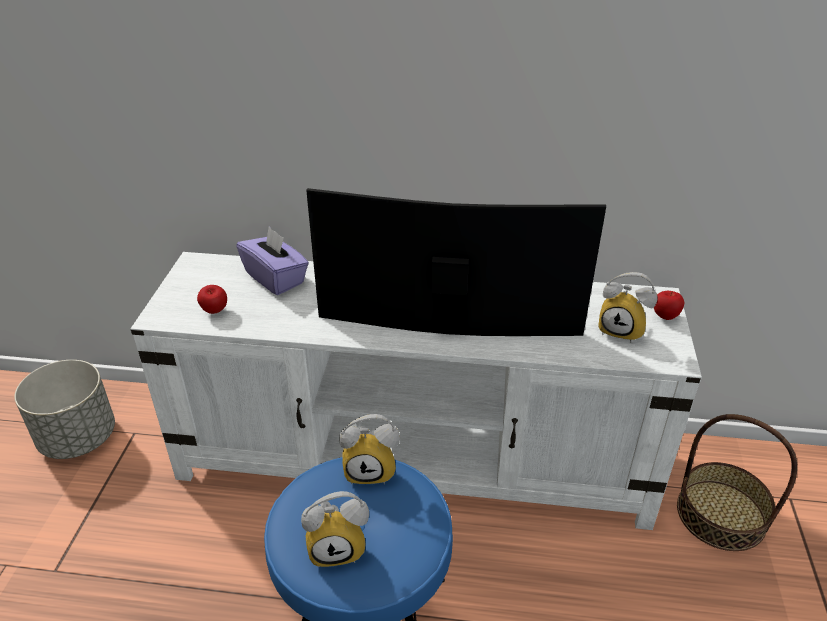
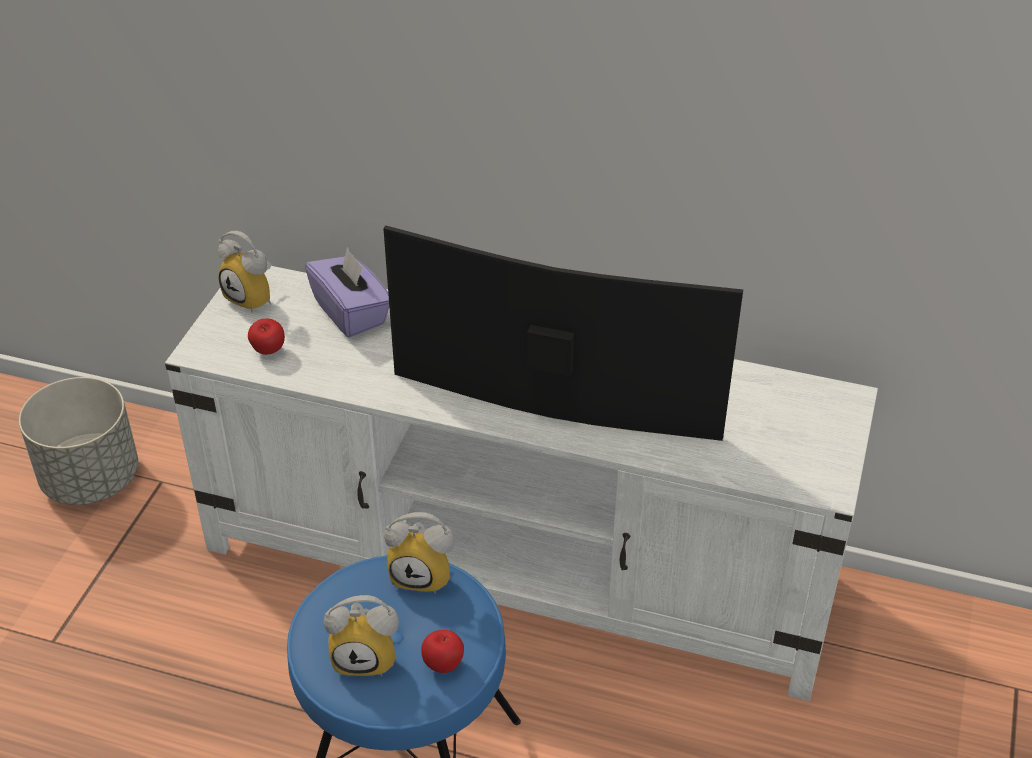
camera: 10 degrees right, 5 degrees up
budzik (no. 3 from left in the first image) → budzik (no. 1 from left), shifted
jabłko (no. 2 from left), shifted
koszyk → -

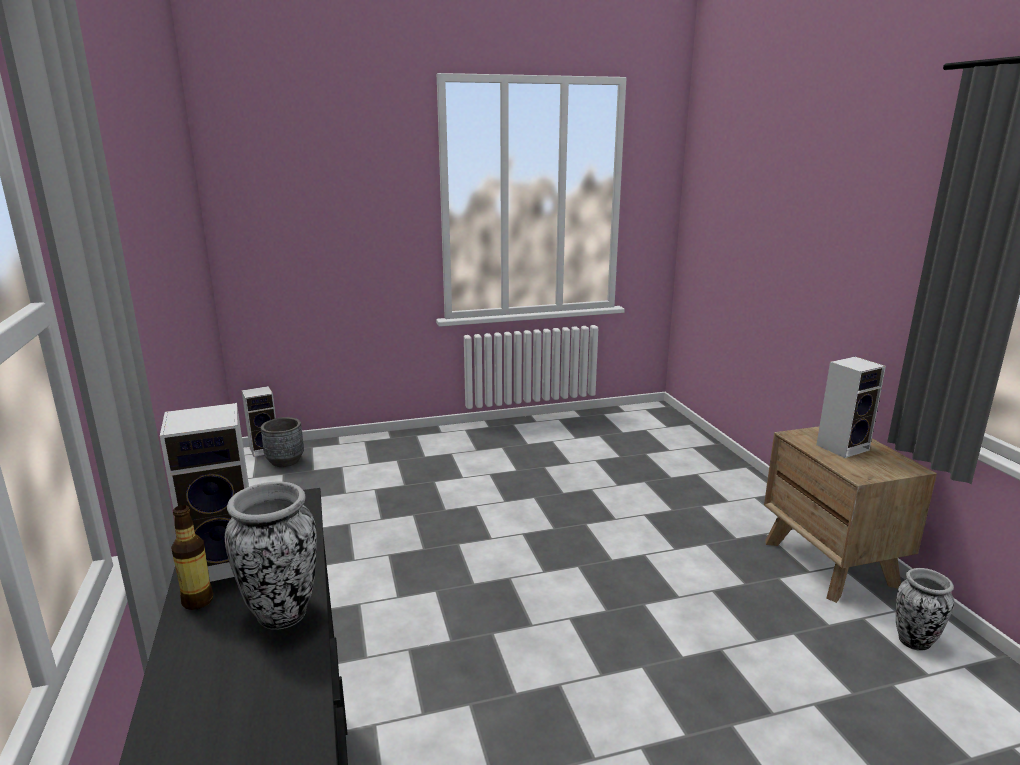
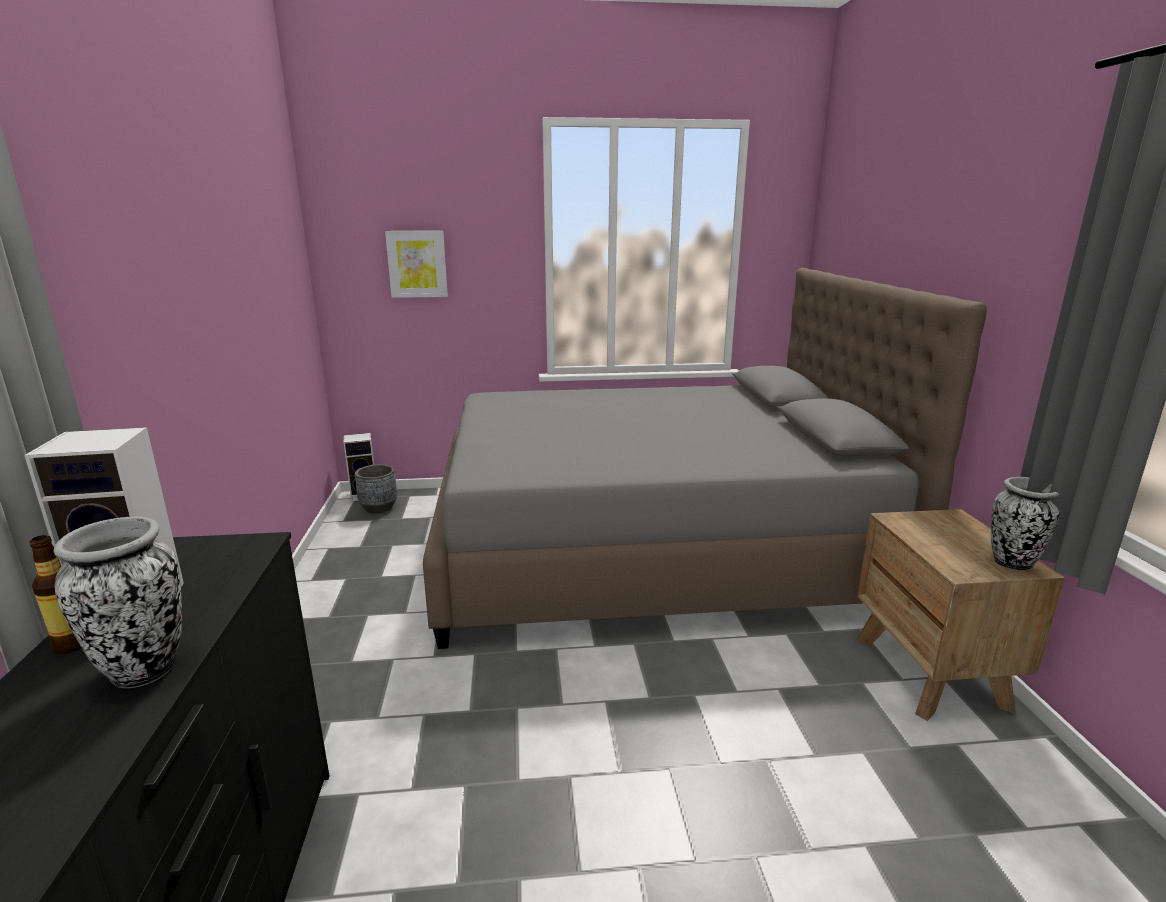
camera: 10 degrees right, 0 degrees up
głośnik (no. 3 from left) → -
wazon (no. 2 from left), shifted
- → obraz
- → łóżko (szary)

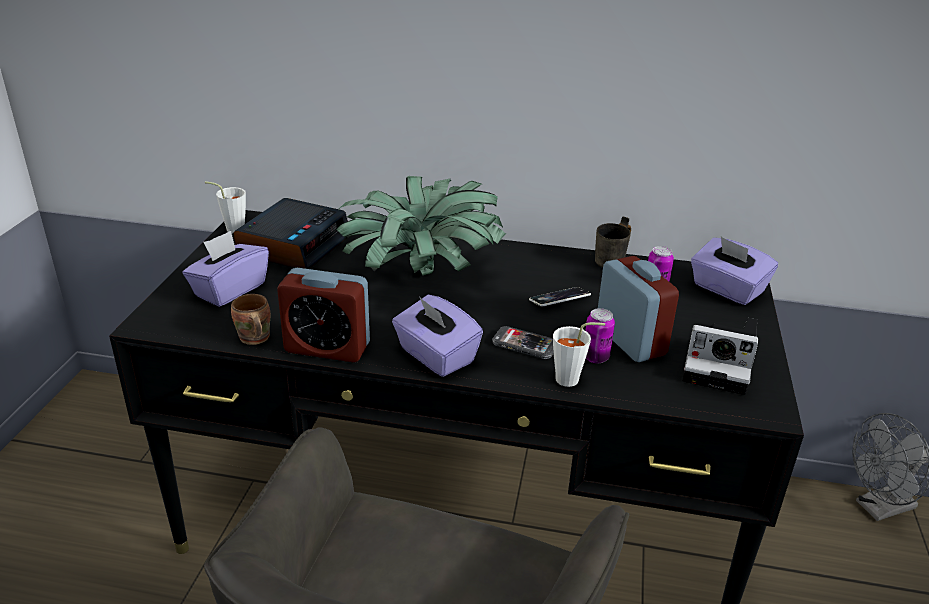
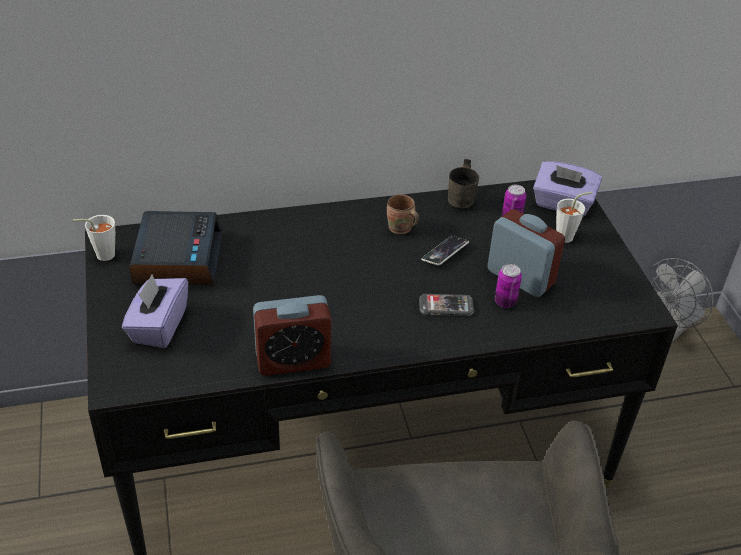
camera: 25 degrees left, 10 degrees up
kubek (brązowy), shifted
roślina doniczkowa → -
pudełko chusteczek (fioletowy) (no. 2 from left) → -
filiżanka (biały) (no. 2 from left), shifted
aparat fotograficzny → -

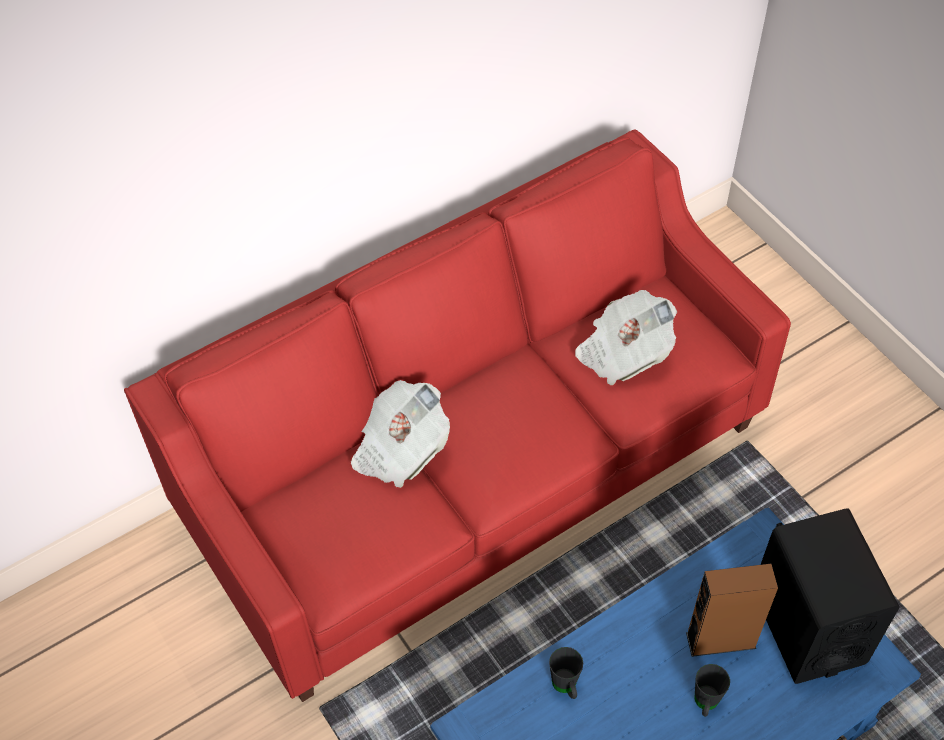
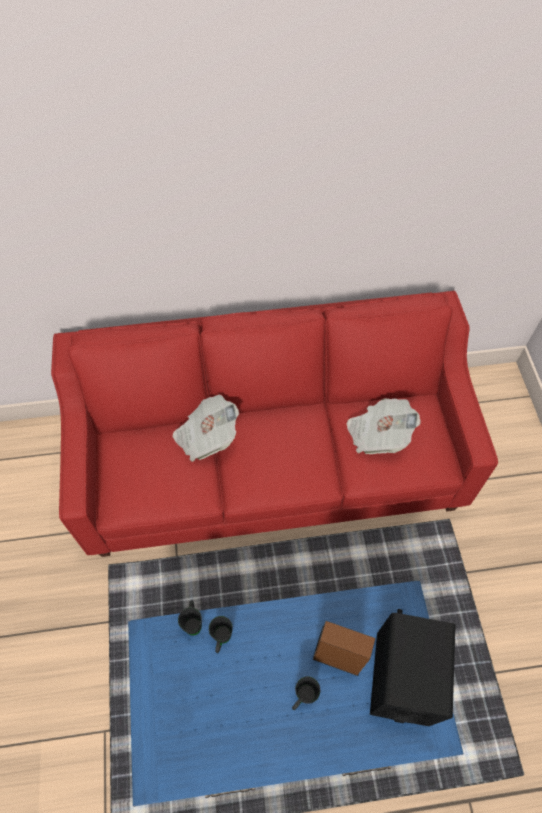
camera: 25 degrees right, 5 degrees up
- → kubek (czarny) (no. 1 from left)

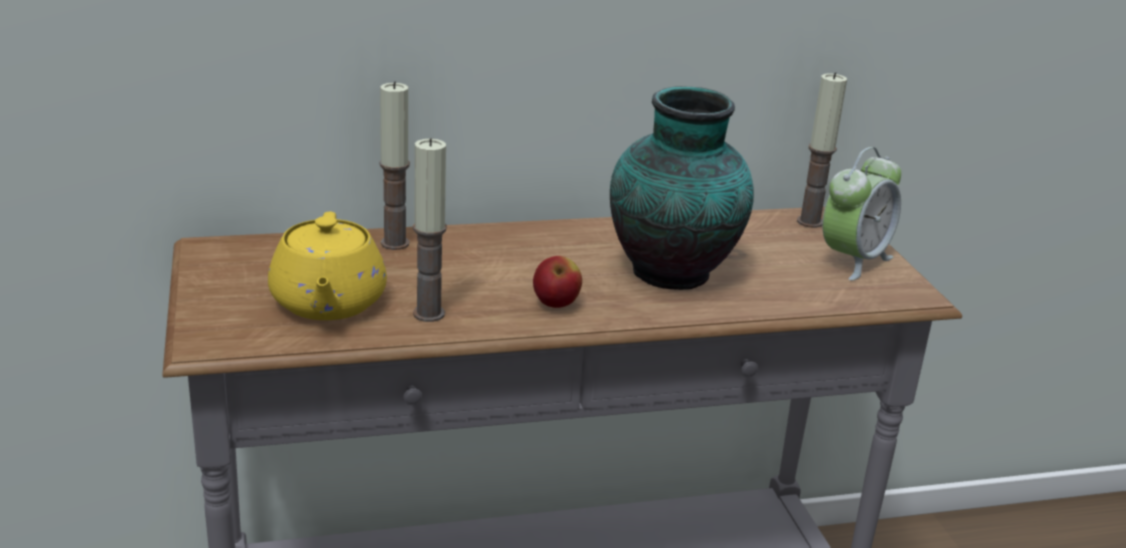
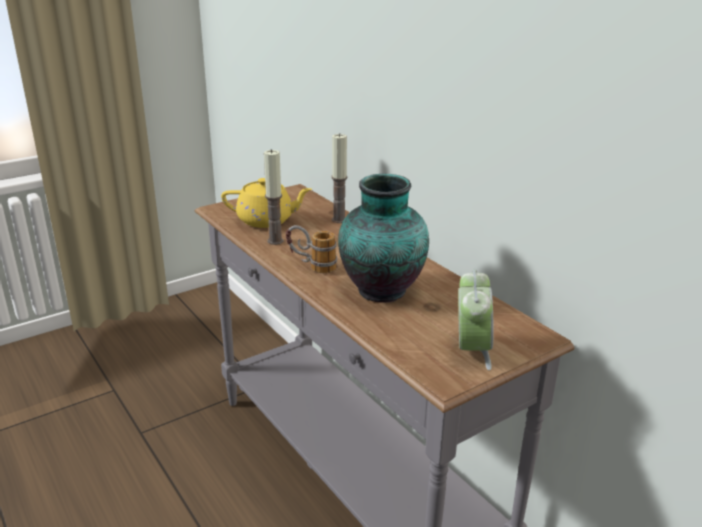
camera: 70 degrees right, 0 degrees up
imbryk (żółty), 150 degrees counterclockwise
jabłko → kubek
świeca (no. 3 from left) → -
budzik, 105 degrees counterclockwise

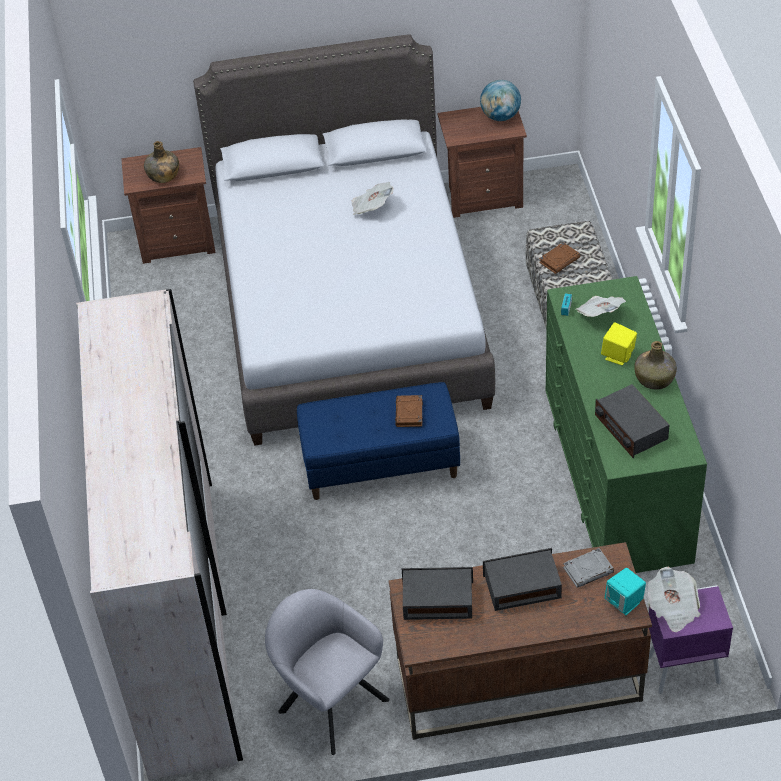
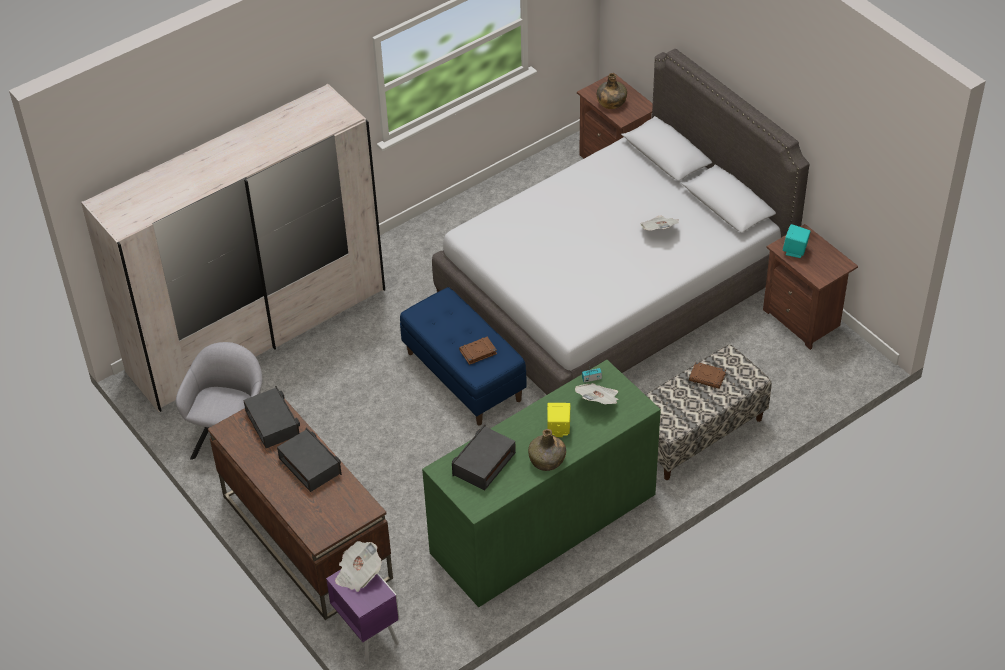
camera: 60 degrees right, 0 degrees up
globus → -
książka (szary) → -
głośnik (turkusowy), shifted

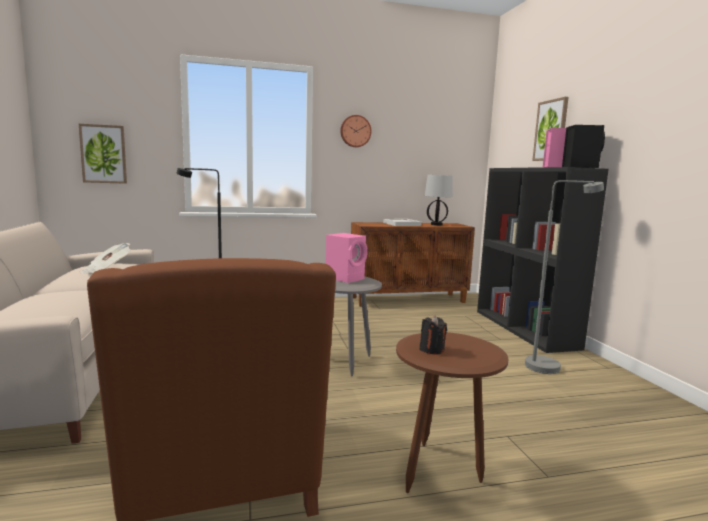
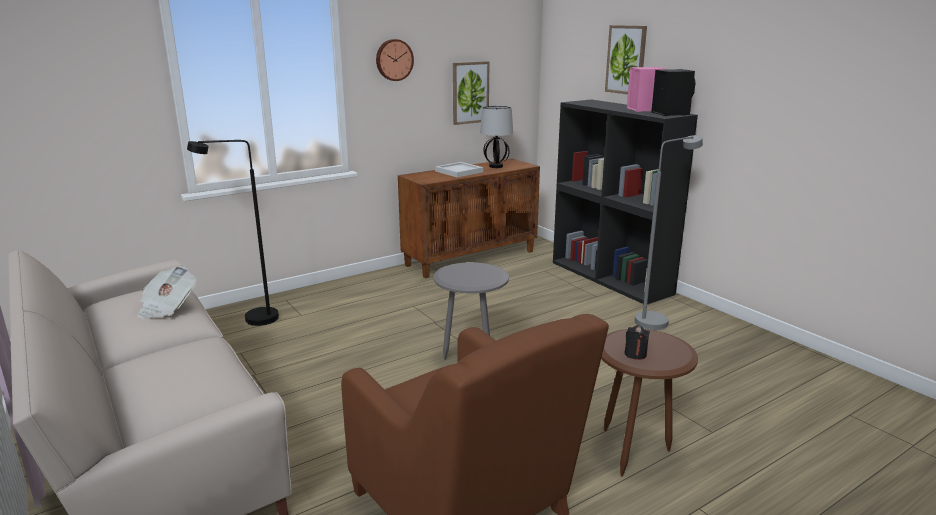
camera: 20 degrees left, 10 degrees up
obraz (no. 1 from left), shifted
głośnik (różowy) (no. 1 from left) → -

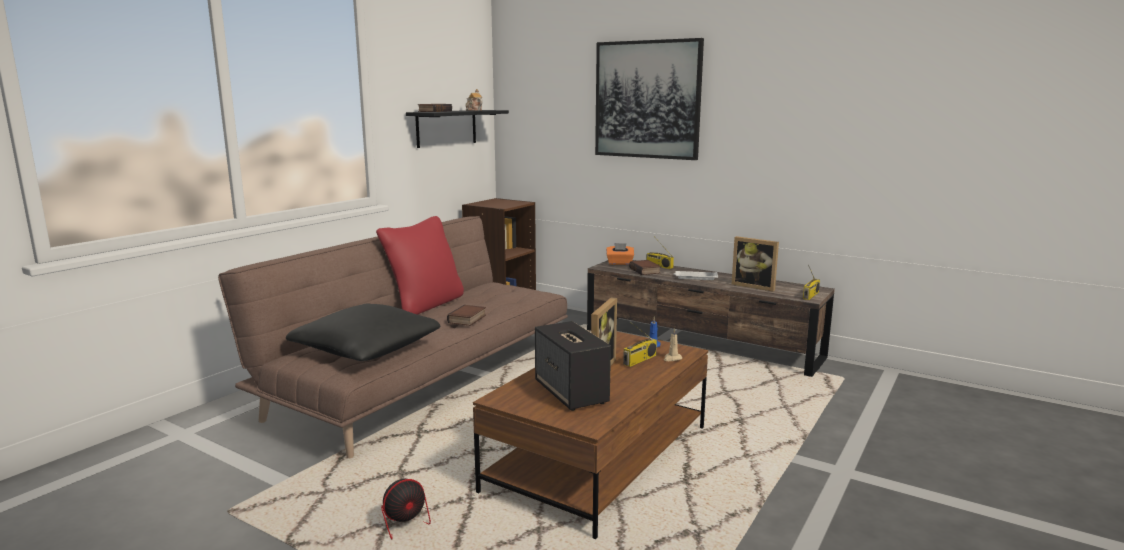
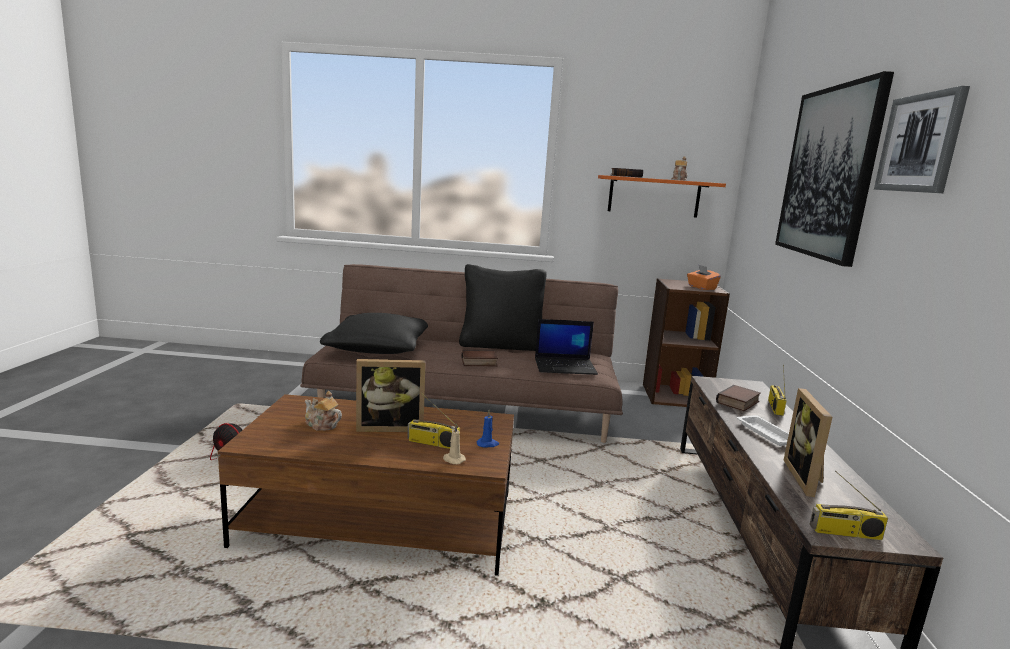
camera: 60 degrees right, 0 degrees up
poduszka (czerwony) → poduszka (czarny) (no. 2 from left)
półka (czarny) → półka (pomarańczowy)
głośnik → imbryk (no. 1 from left)
pudełko chusteczek (pomarańczowy), shifted
- → laptop
- → obraz (no. 2 from left)

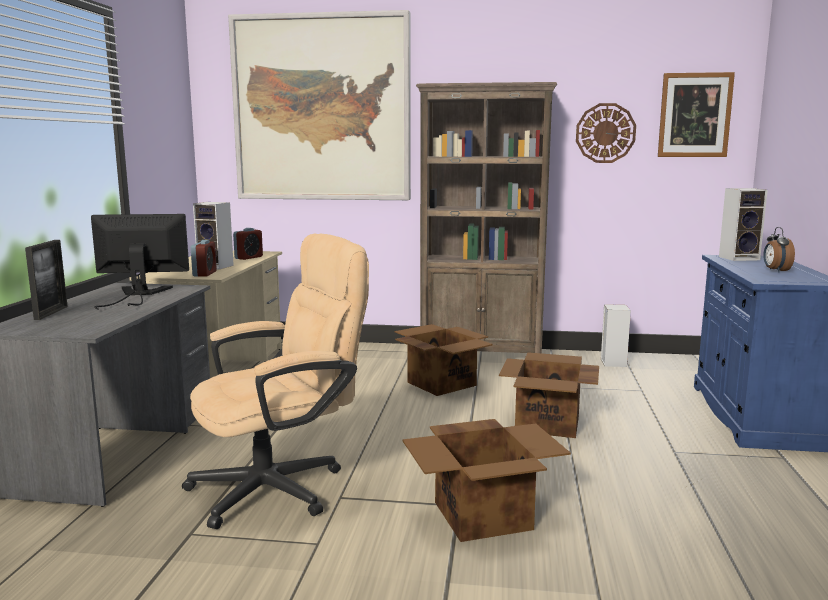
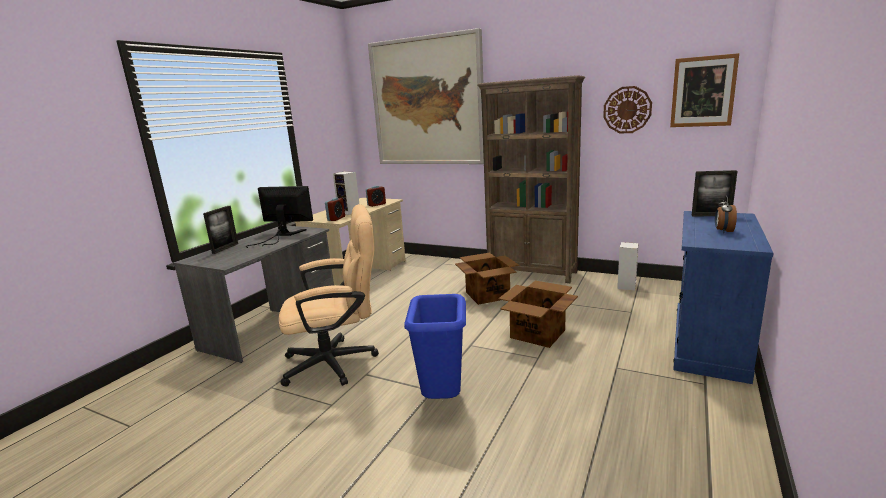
camera: 20 degrees right, 5 degrees up
karton (no. 2 from left) → kosz na śmieci (niebieski)
głośnik (no. 3 from left) → ramka na zdjęcie (no. 2 from left)

